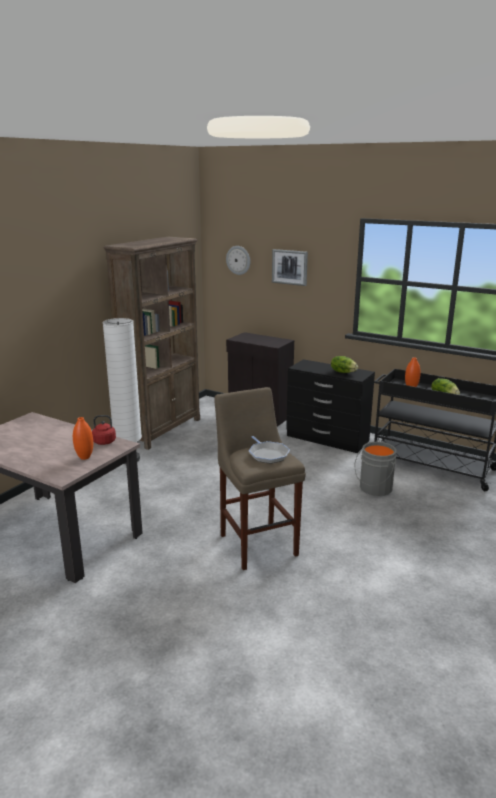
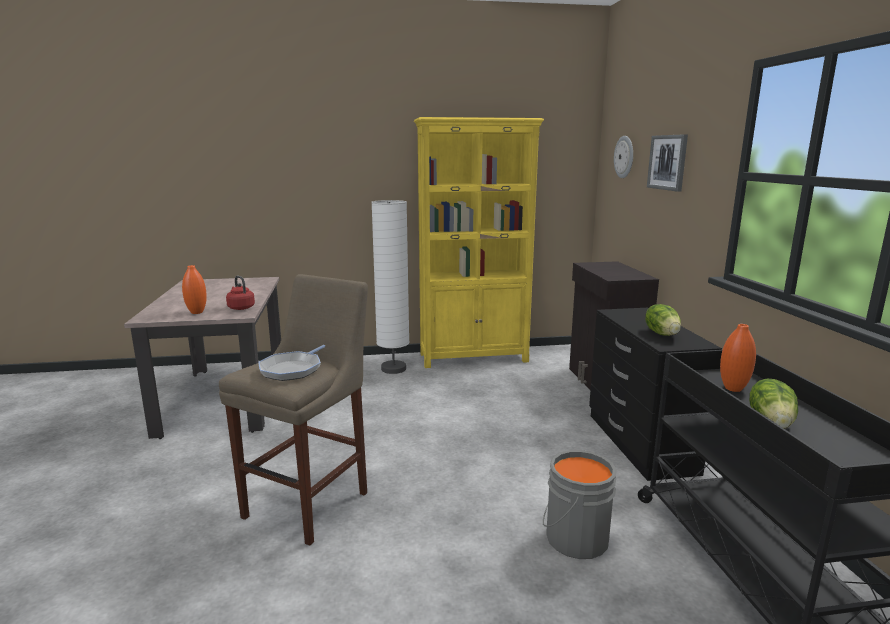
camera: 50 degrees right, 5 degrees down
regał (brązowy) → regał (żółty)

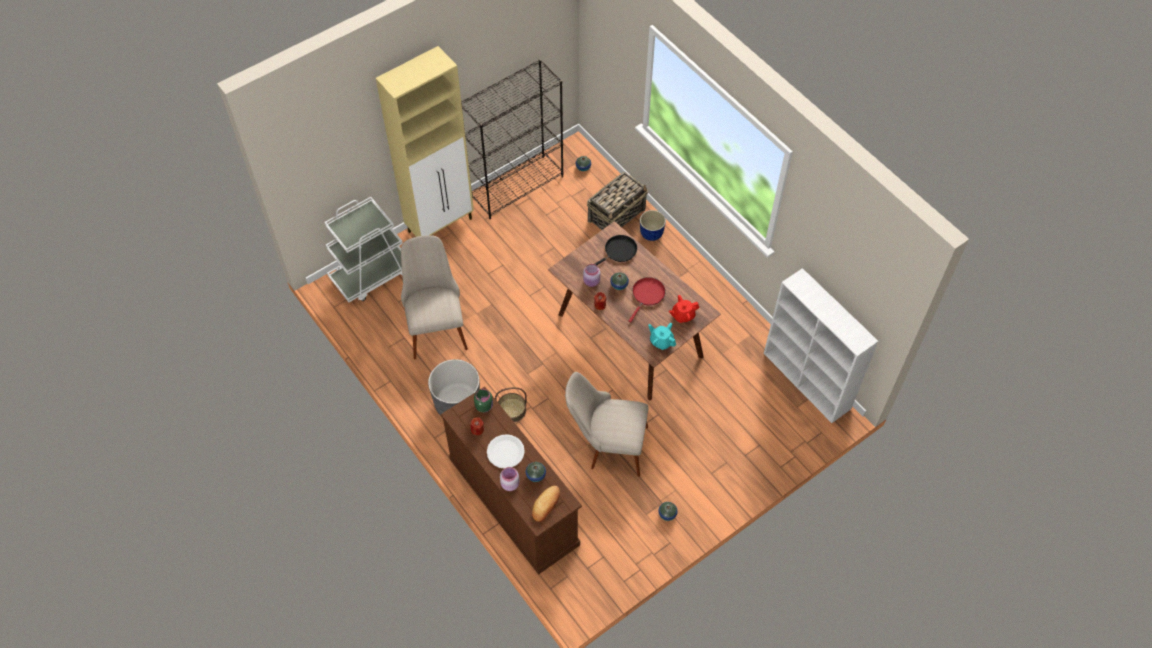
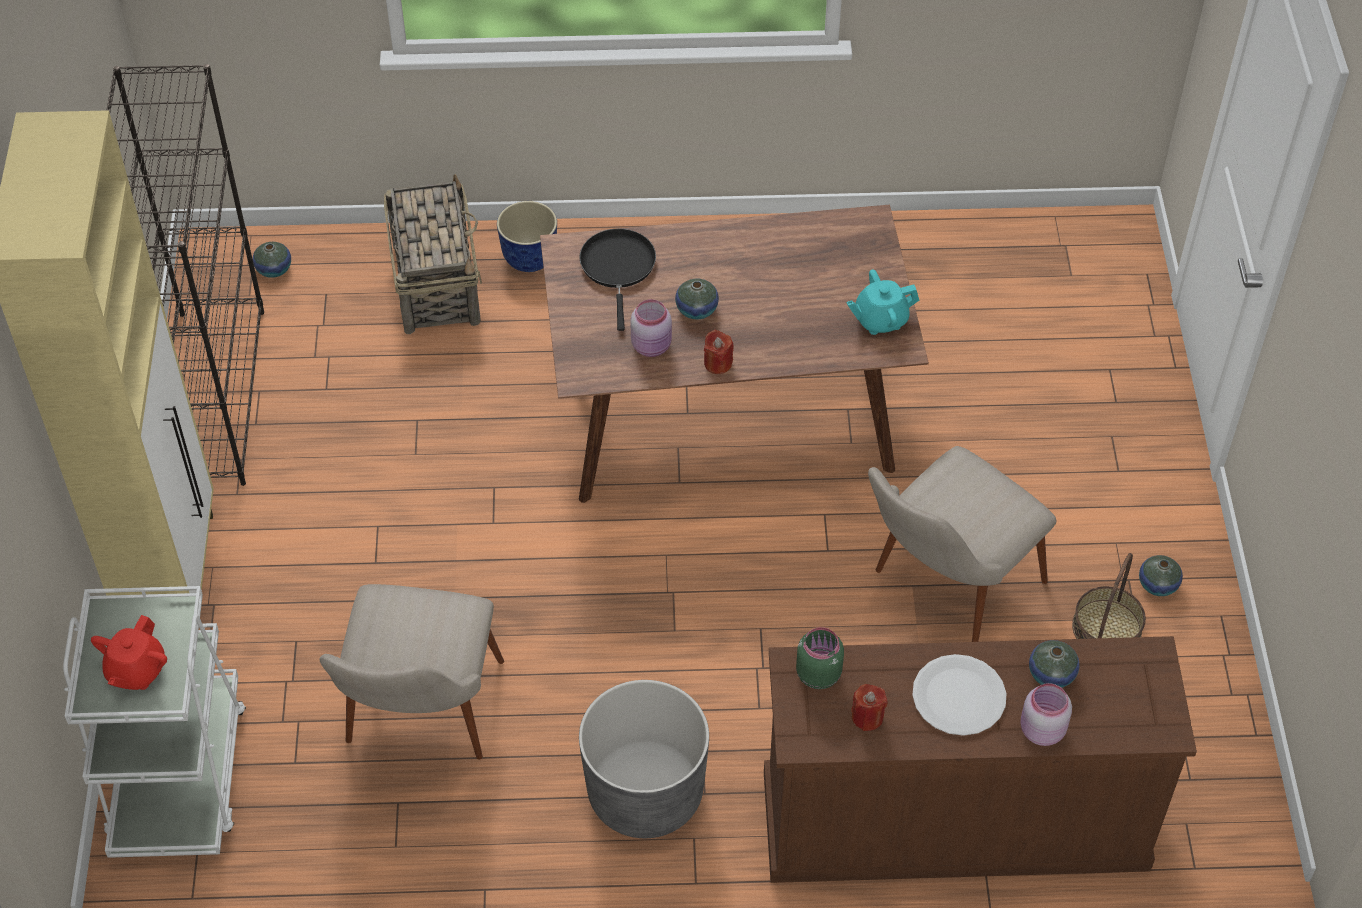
camera: 55 degrees left, 5 degrees down
krzesło (beżowy) (no. 1 from left), 105 degrees counterclockwise
koszyk (no. 1 from left in the first image) → koszyk (no. 2 from left), shifted
chleb → -
patelnia (czerwony) → -
imbryk (czerwony), shifted
regał (biały) → -

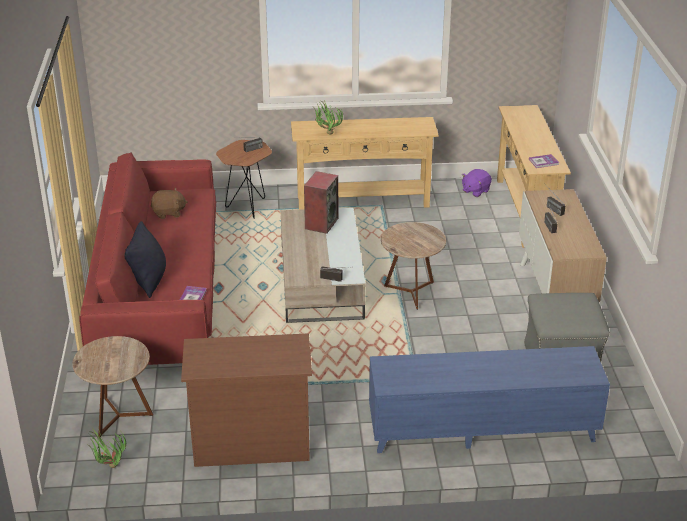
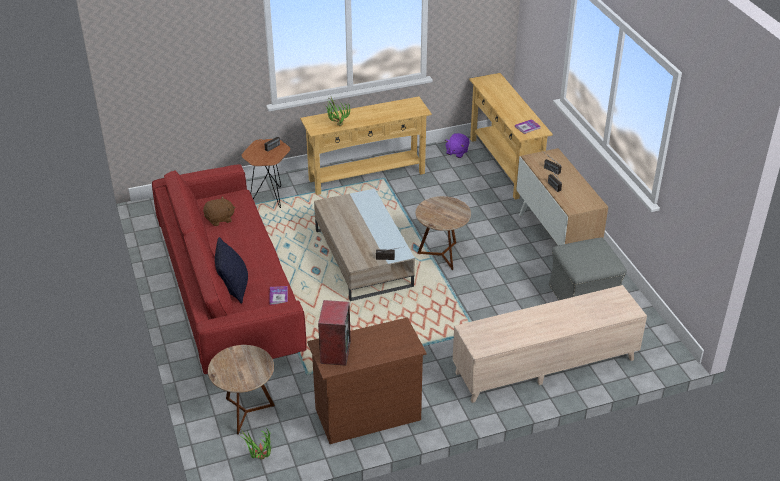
camera: 15 degrees left, 5 degrees up
głośnik, shifted
szafka pod telewizor (niebieski) → szafka pod telewizor (beżowy)

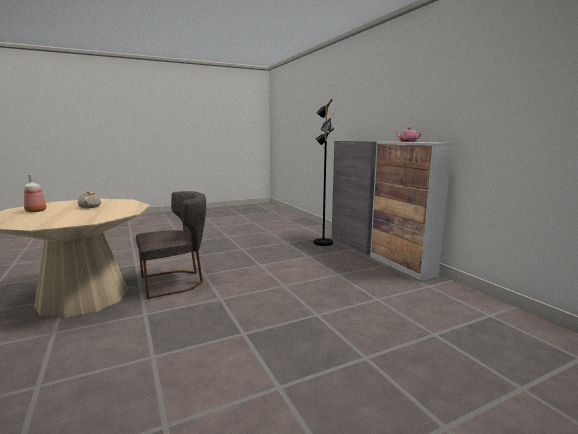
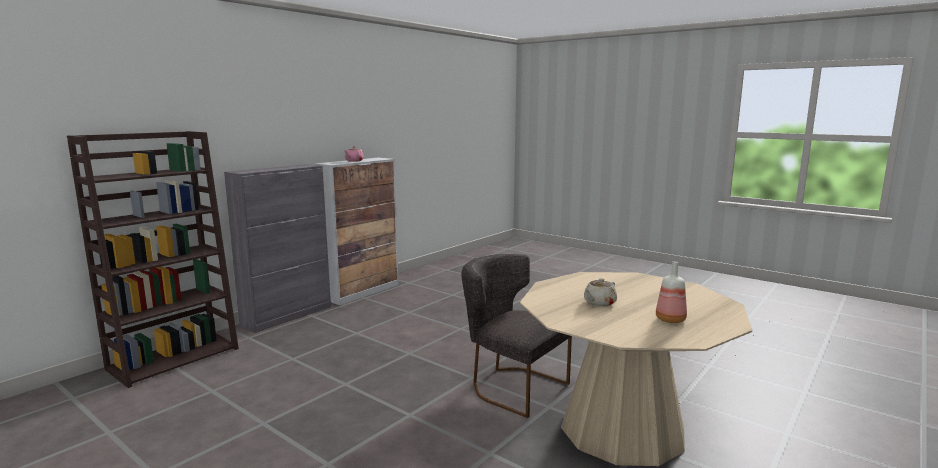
camera: 115 degrees left, 0 degrees up
lampa stojąca (czarny) → -
- → regał (brązowy)

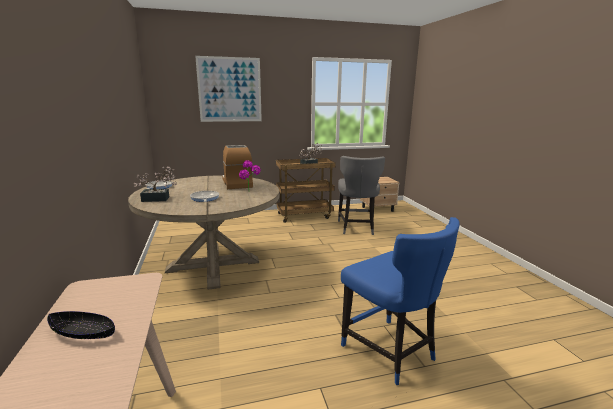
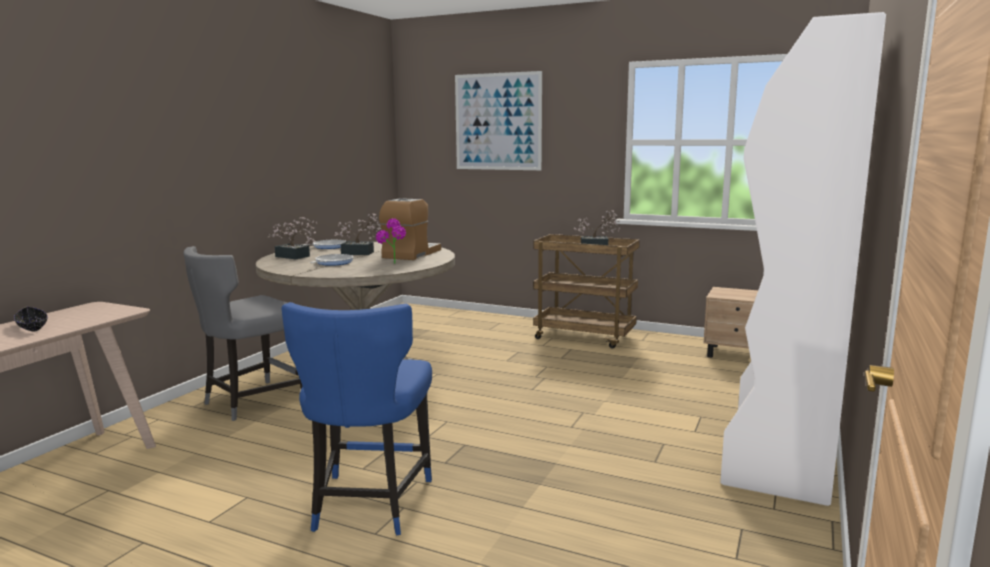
camera: 40 degrees right, 5 degrees down
krzesło (szary), shifted
- → roślina doniczkowa (no. 2 from left)
- → regał (biały)

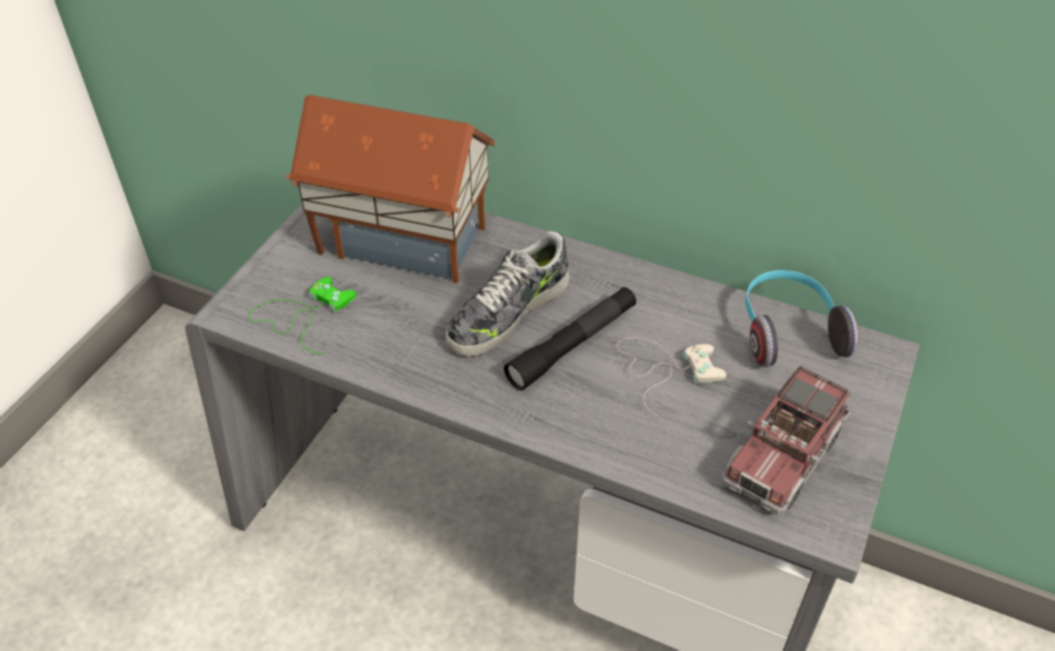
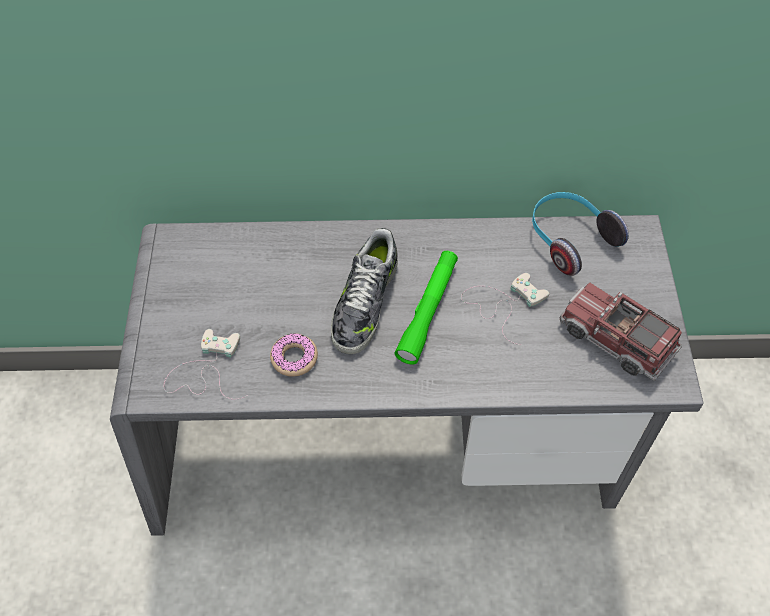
camera: 25 degrees left, 10 degrees up
pad do gier (zielony) → pad do gier (biały) (no. 1 from left)
domek → -
latarka (czarny) → latarka (zielony)
ciężarówka zabawkowa, 120 degrees clockwise
- → donut

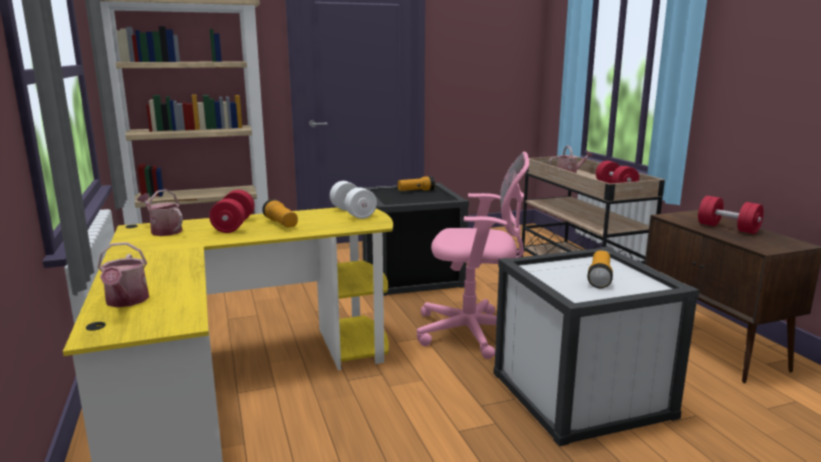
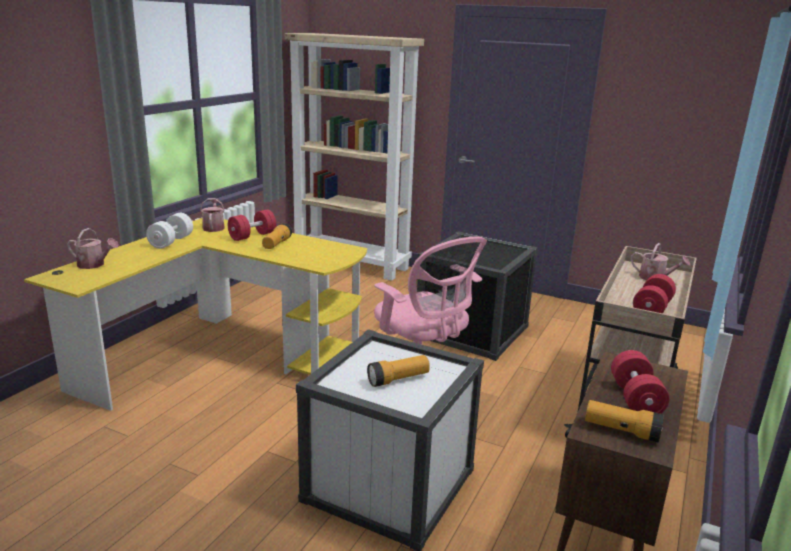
camera: 45 degrees right, 5 degrees up
konewka (no. 1 from left), 105 degrees counterclockwise
hantel (biały), shifted
latarka (no. 2 from left in the first image) → latarka (no. 3 from left), shifted

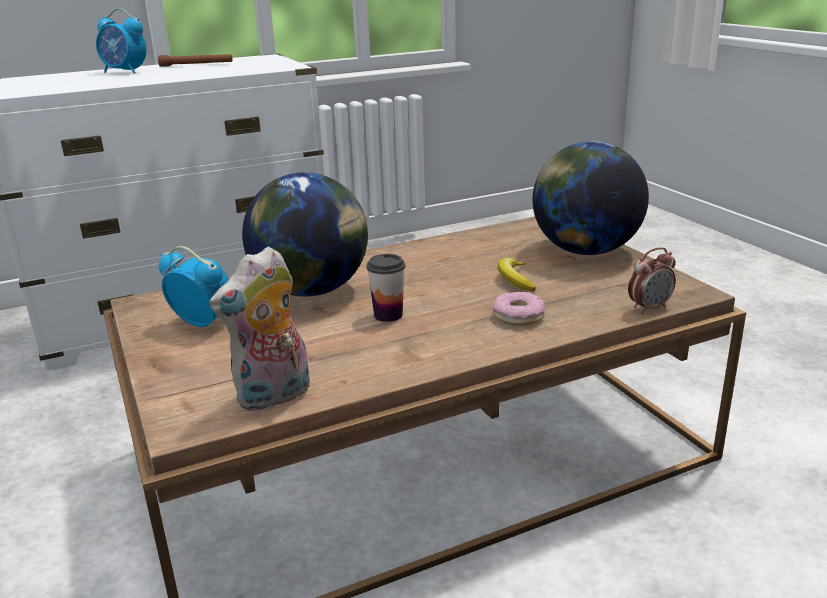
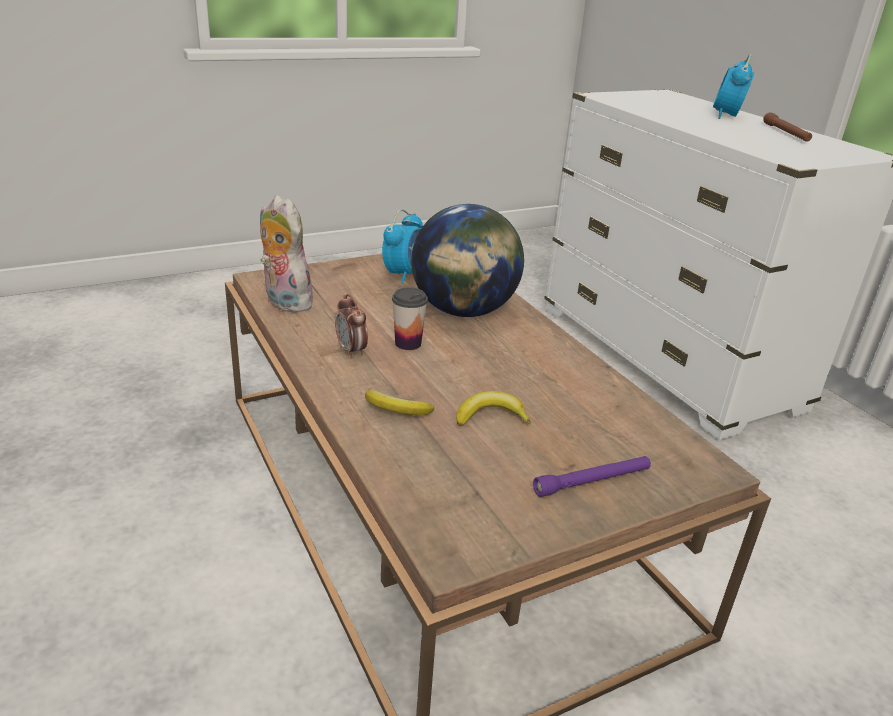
camera: 85 degrees right, 5 degrees up
donut → banan (no. 1 from left)
globus (no. 2 from left) → latarka (fioletowy)
budzik (no. 3 from left in the first image) → budzik (no. 1 from left), shifted

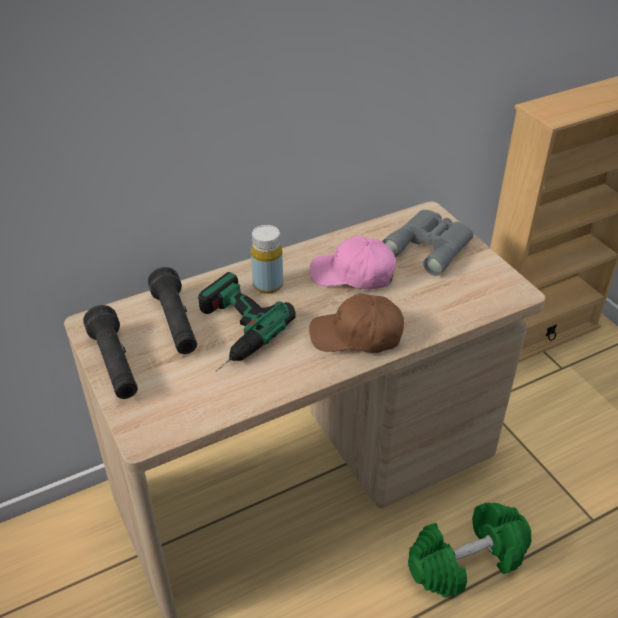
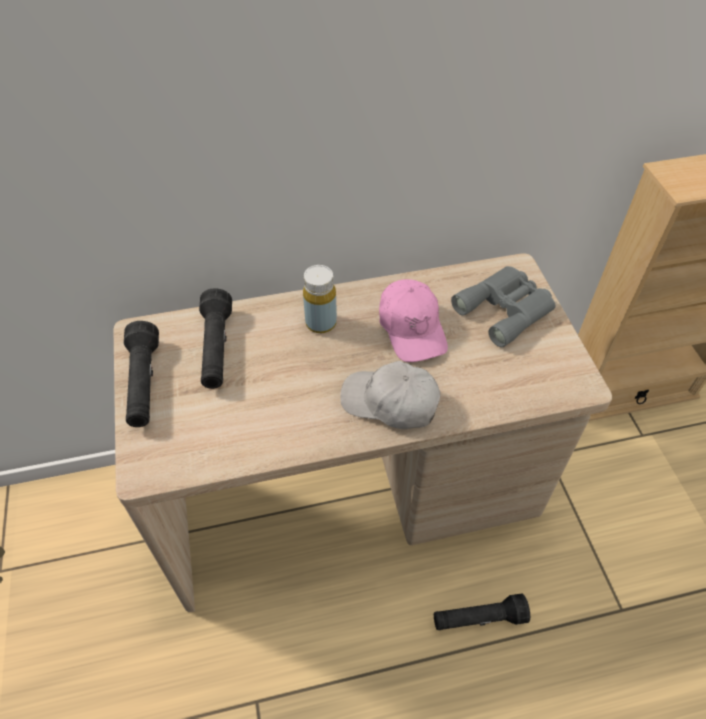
camera: 15 degrees right, 10 degrees up
wiertarka → -
czapka z daszkiem (brązowy) → czapka z daszkiem (biały)
czapka z daszkiem (różowy), 135 degrees counterclockwise
hantel (zielony) → latarka (czarny) (no. 3 from left)

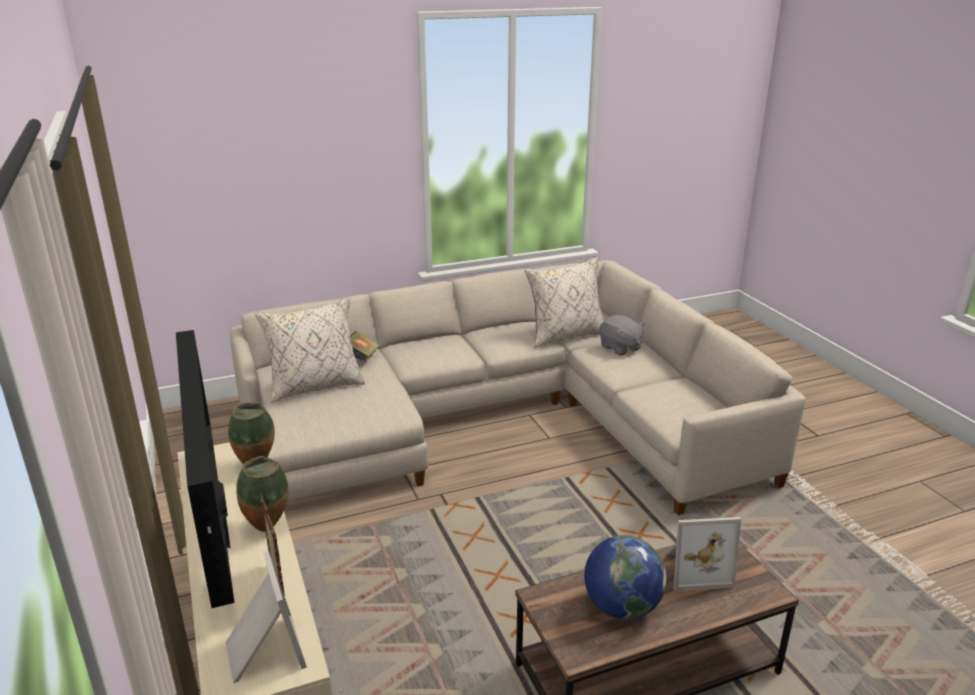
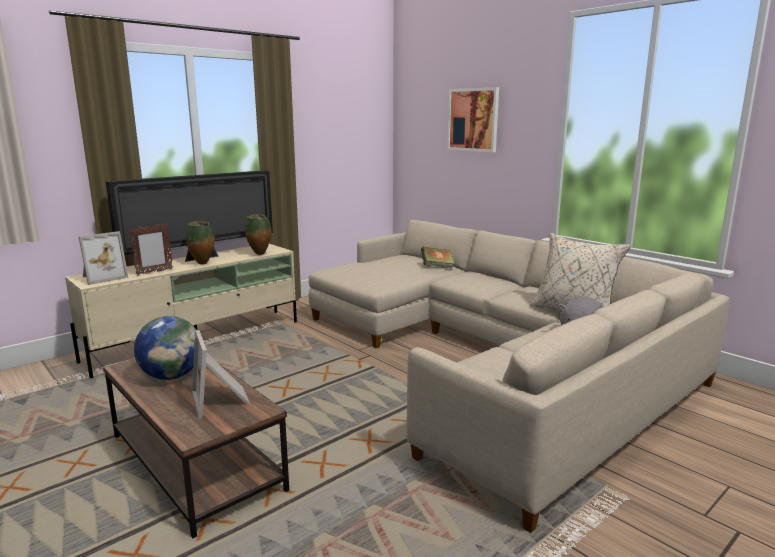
camera: 70 degrees right, 10 degrees down
poduszka (beżowy) (no. 1 from left) → -
- → obraz

